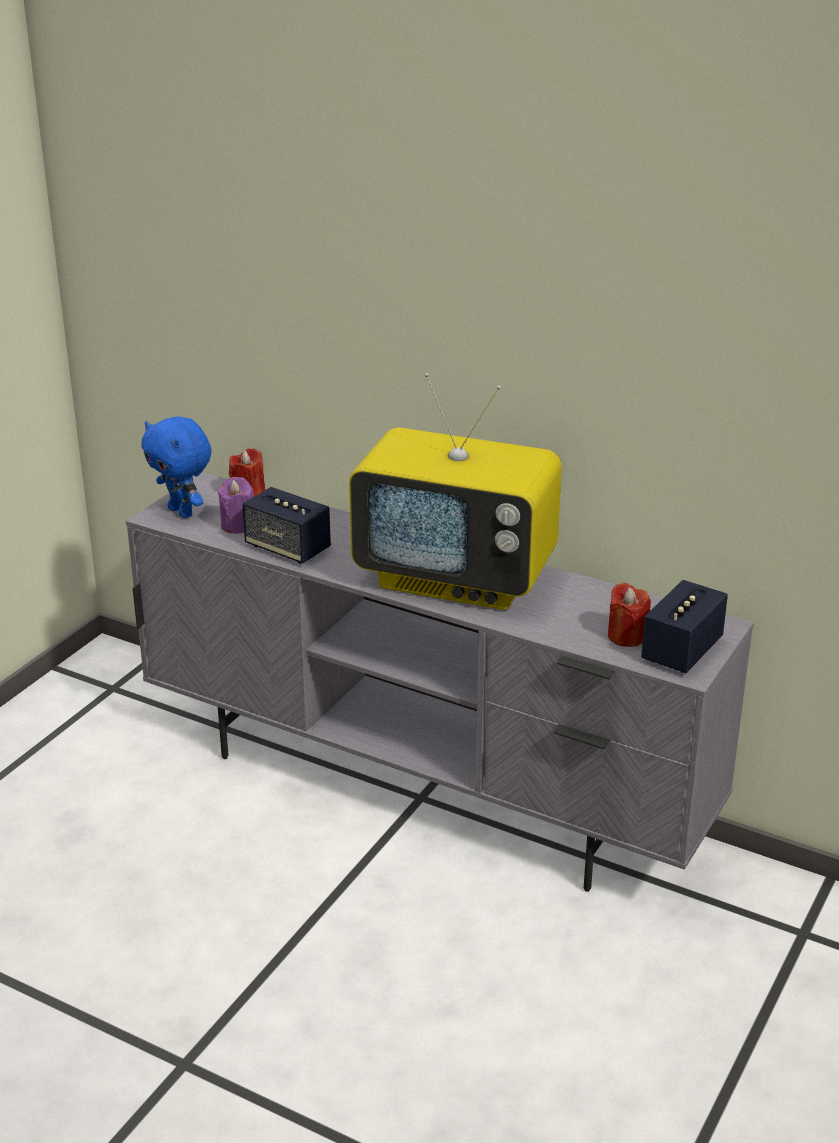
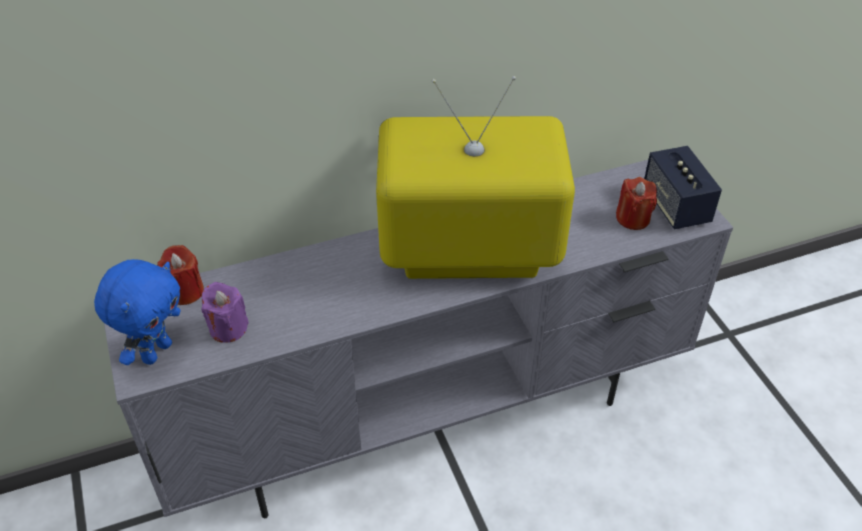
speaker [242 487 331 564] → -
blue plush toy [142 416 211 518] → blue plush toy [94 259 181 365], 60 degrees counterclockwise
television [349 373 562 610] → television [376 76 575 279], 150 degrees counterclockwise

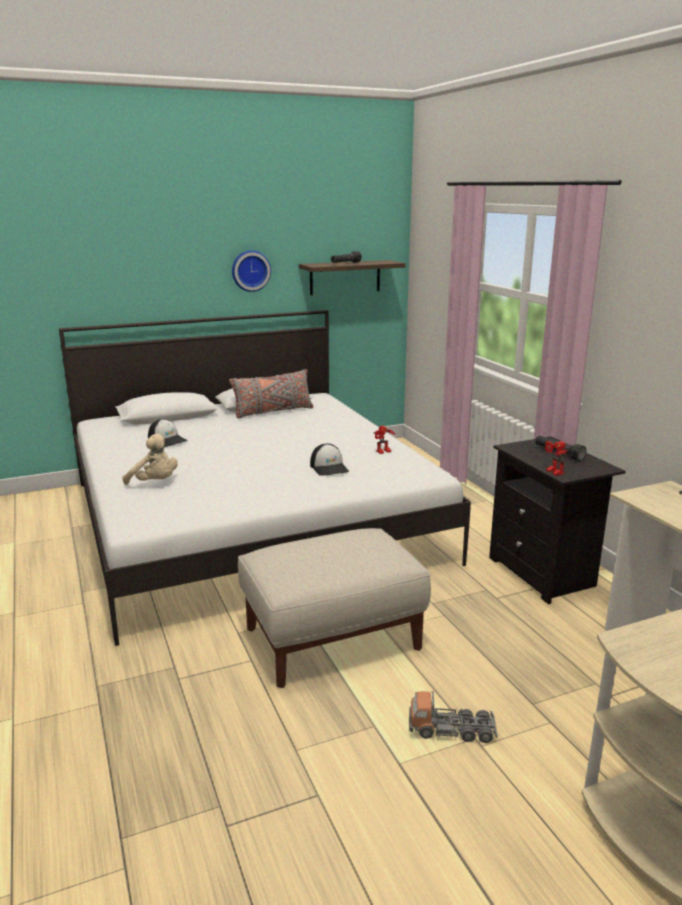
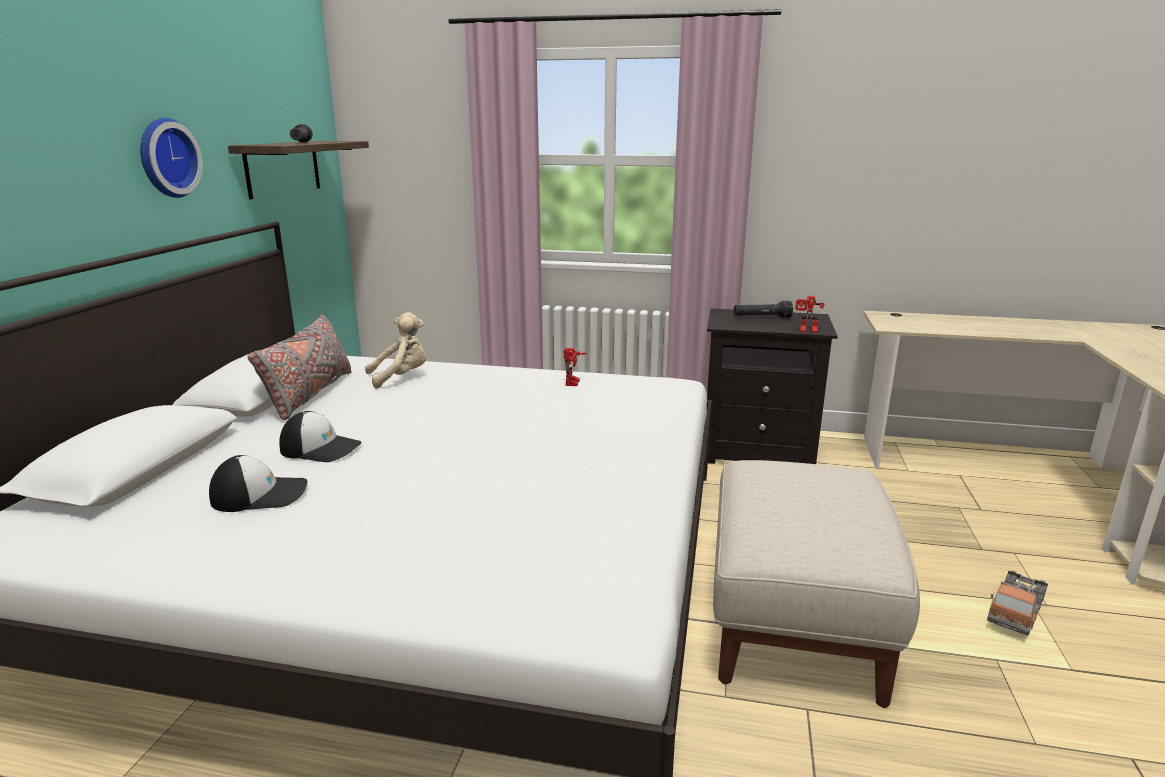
beige plush toy [122 434 178 485] → beige plush toy [365 312 426 389], shifted
cap [310 444 349 476] → cap [279 411 361 462], shifted

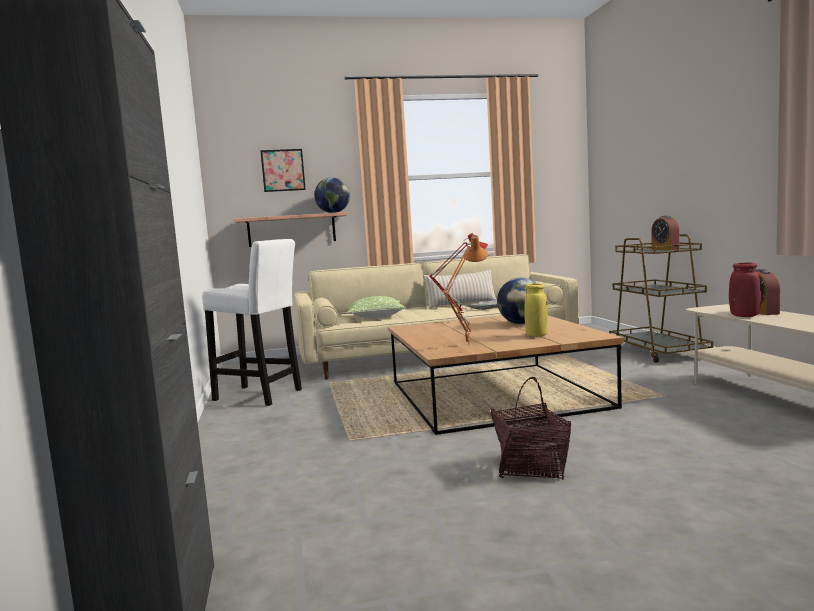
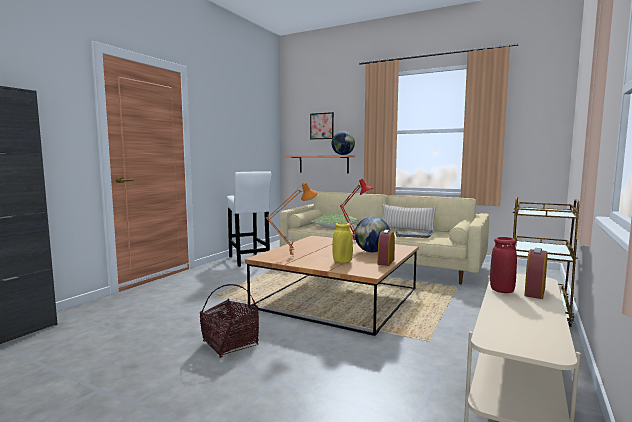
alarm clock [651 215 680 250] → alarm clock [378 230 395 266], shifted

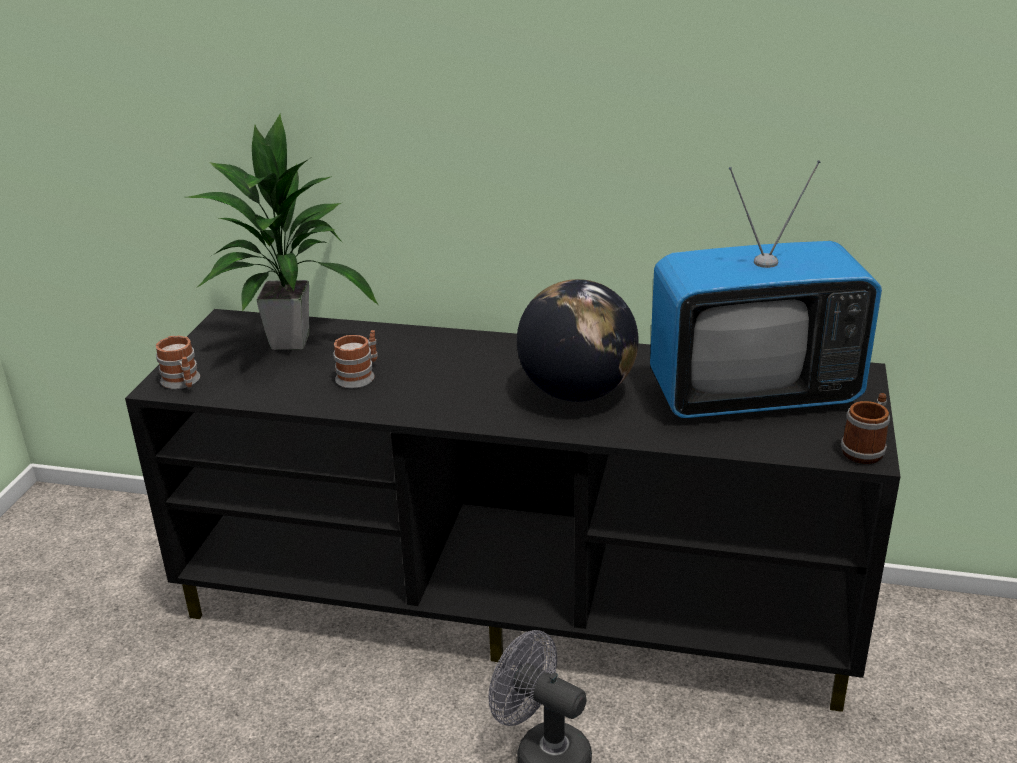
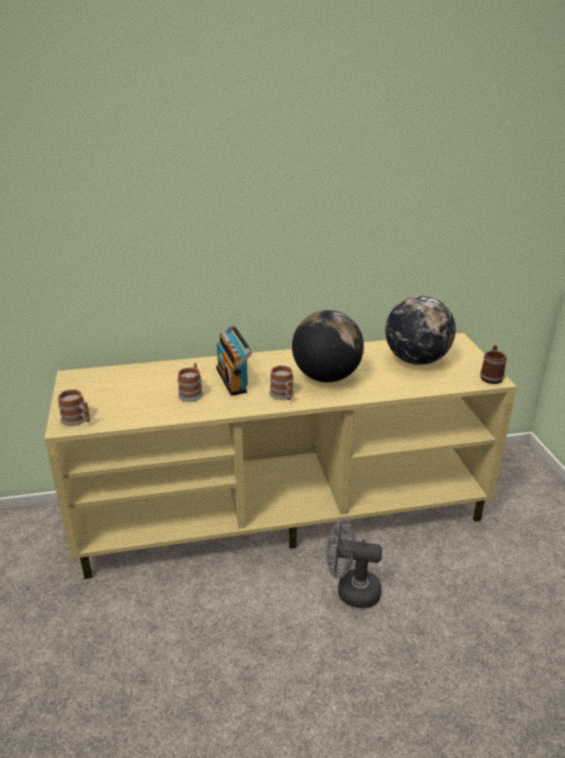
potted plant [187 113 378 350] → -
- → radio [216 325 252 396]
- → mug [269 365 294 400]
television [650 160 882 418] → globe [385 296 456 365]
black tv stand [125 309 900 712] → beige tv stand [45 333 517 579]

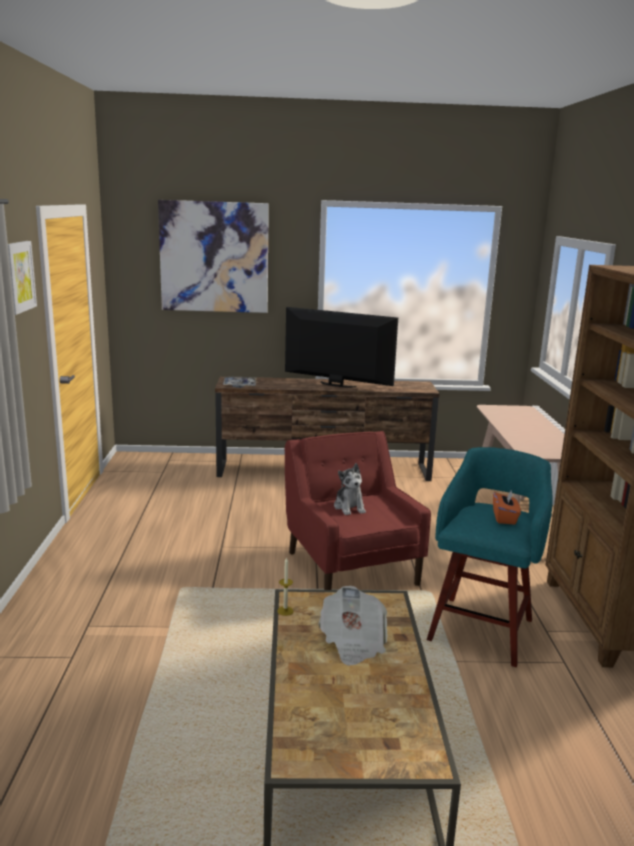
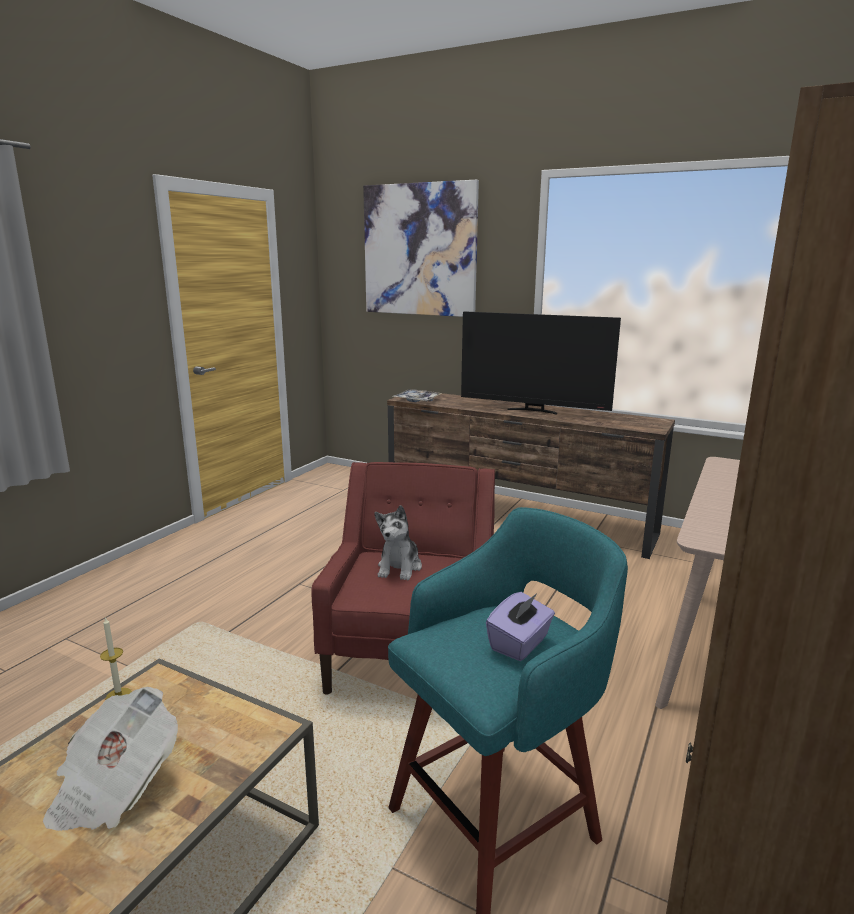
picture [8 241 37 315] → -
orange tissue box [493 489 521 525] → purple tissue box [486 592 555 661]
television [285 307 398 388] → television [461 311 621 415], 150 degrees clockwise

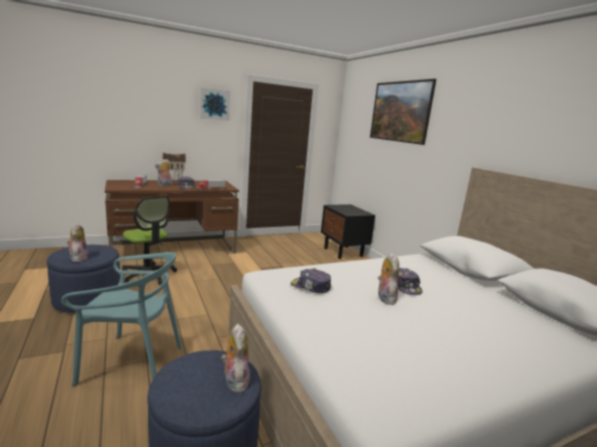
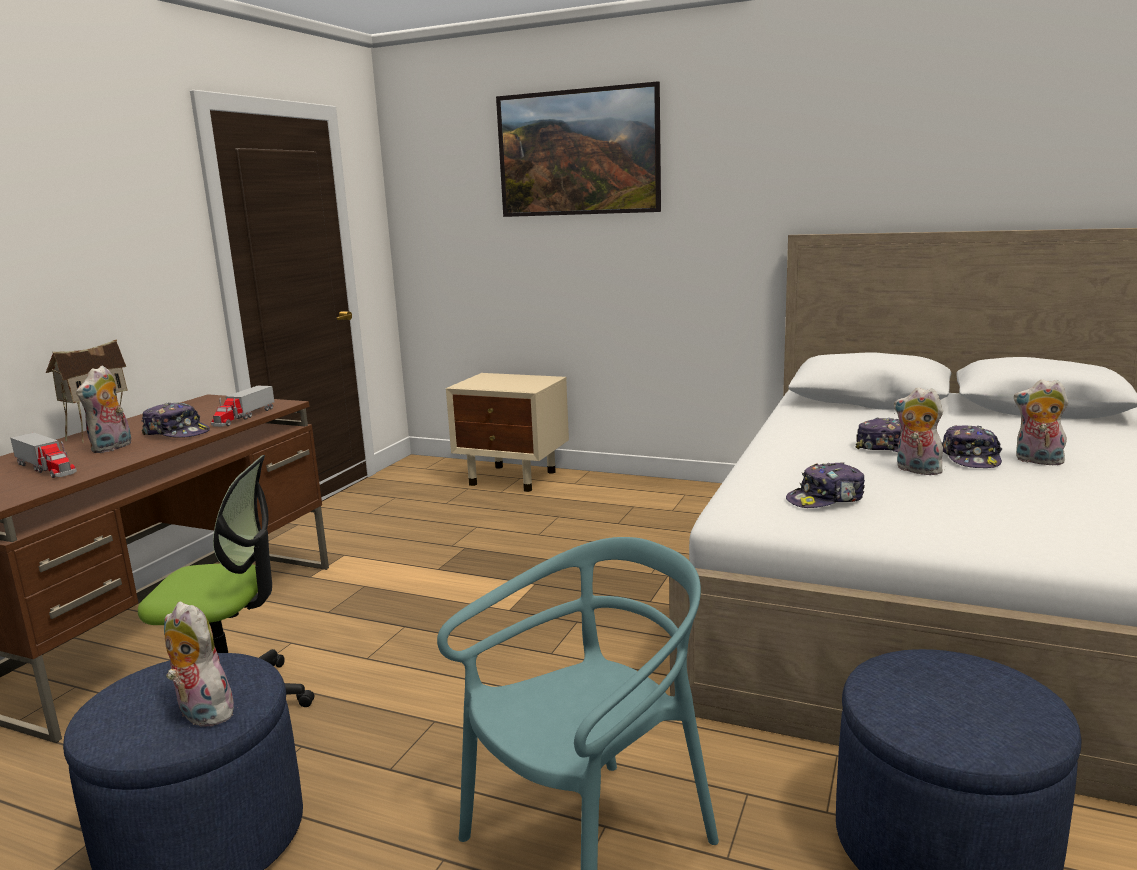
picture [200 88 230 121] → -
- → cap [941 425 1002 468]
plush toy [221 324 250 393] → plush toy [1014 379 1069 465], shifted
black nightstand [321 204 375 259] → beige nightstand [446 373 569 492]

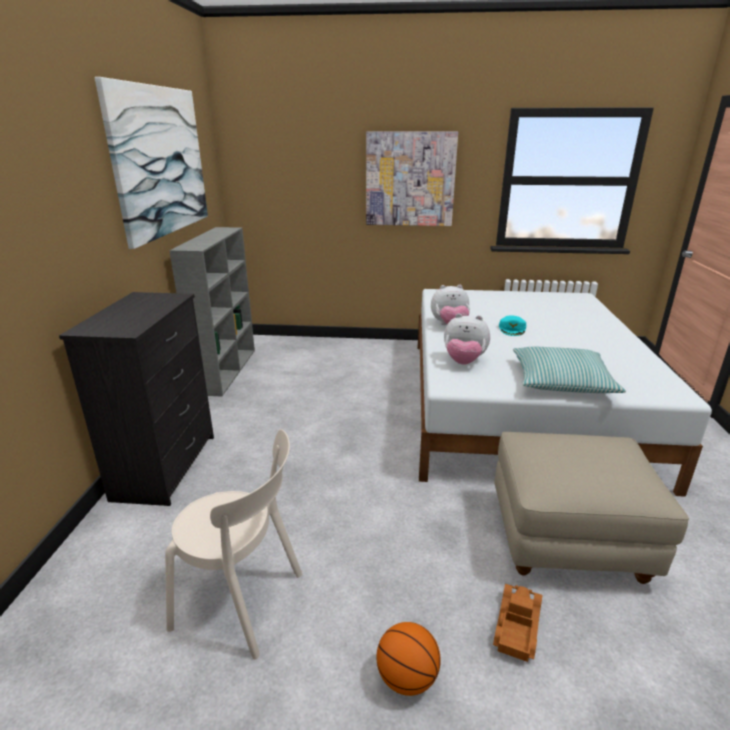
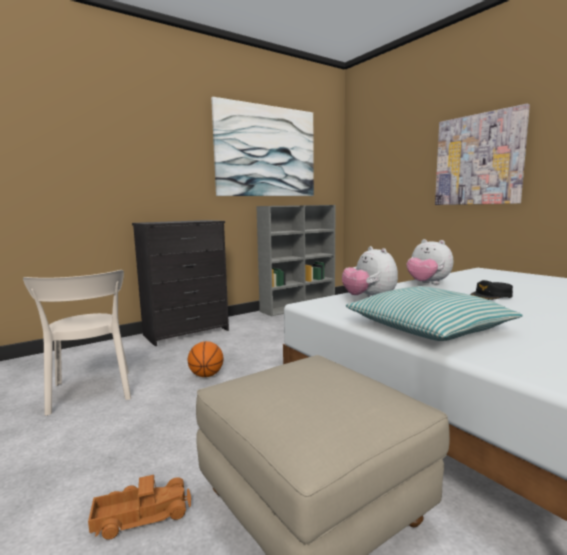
basketball [376 622 441 696] → basketball [188 341 223 377], shifted
turquoise cap [499 316 526 336] → black cap [470 280 513 300]

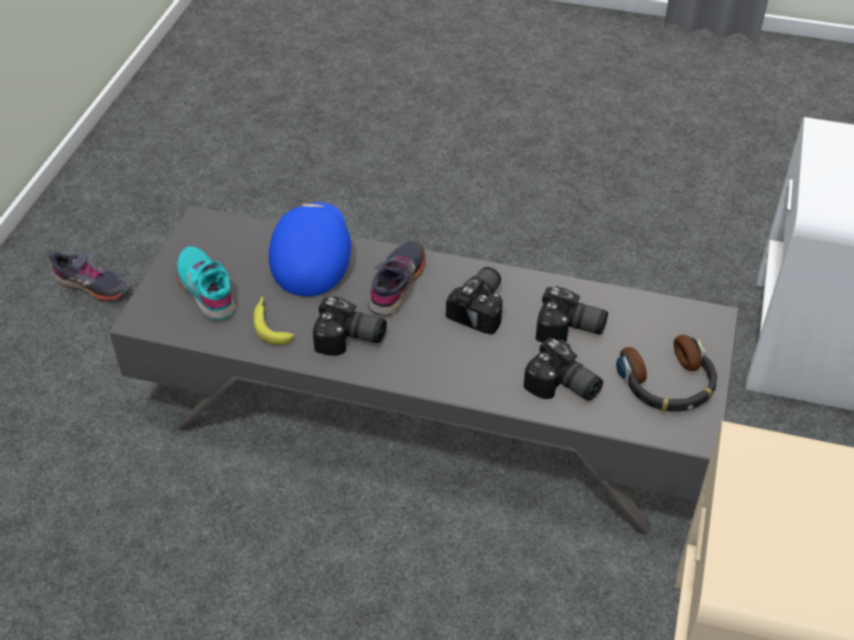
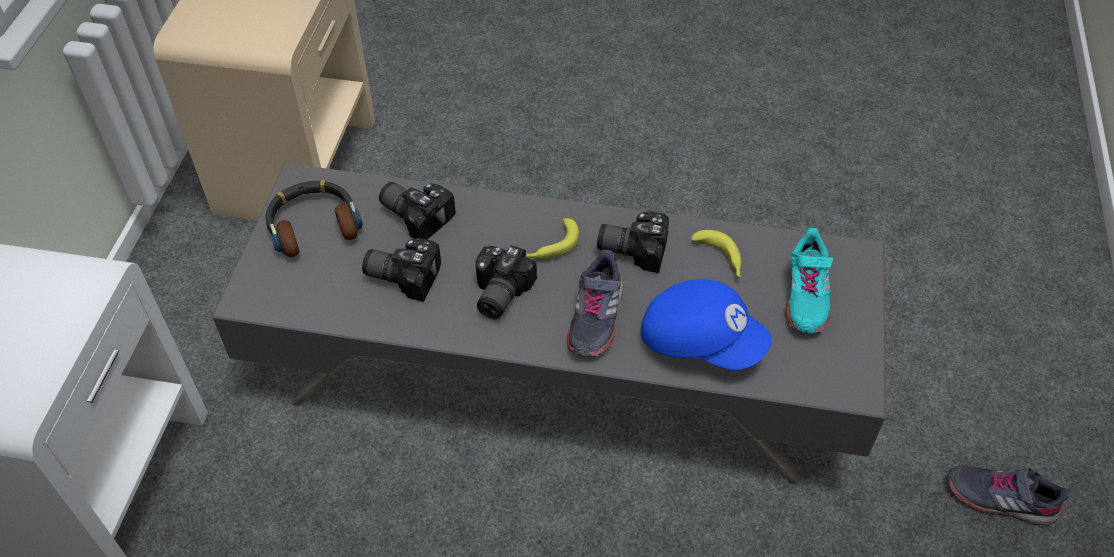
- → banana [526 218 579 259]
turquoise shoe [176 247 235 320] → turquoise shoe [785 228 833 334], 45 degrees clockwise
blue cap [269 202 351 297] → blue cap [641 279 771 370], 60 degrees counterclockwise

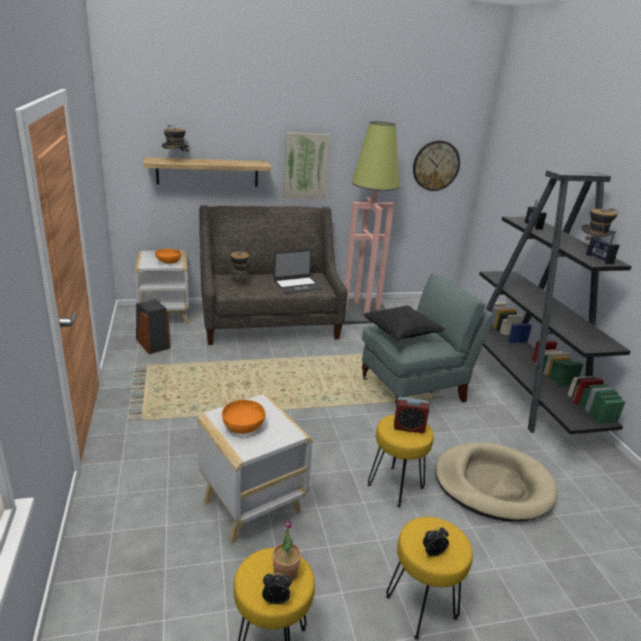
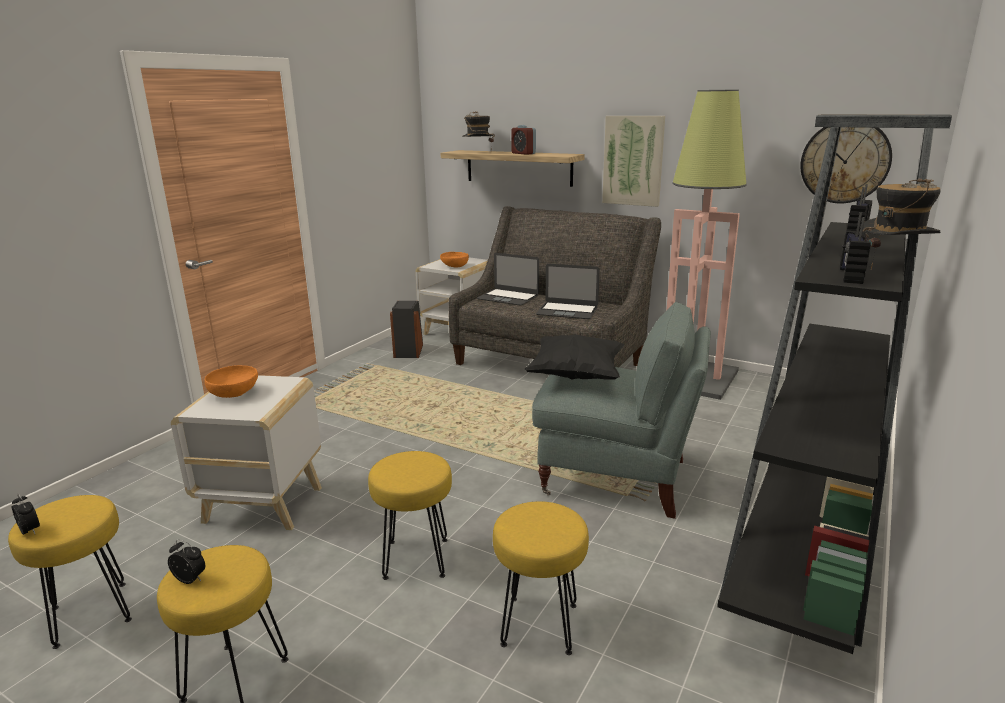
potted plant [272 520 301 582] → -
alarm clock [394 397 429 433] → alarm clock [511 125 536 155], shifted
hat [227 250 252 286] → laptop [477 253 539 306]
beige dog bed [435 442 558 522] → yellow stool [493 501 589 655]

